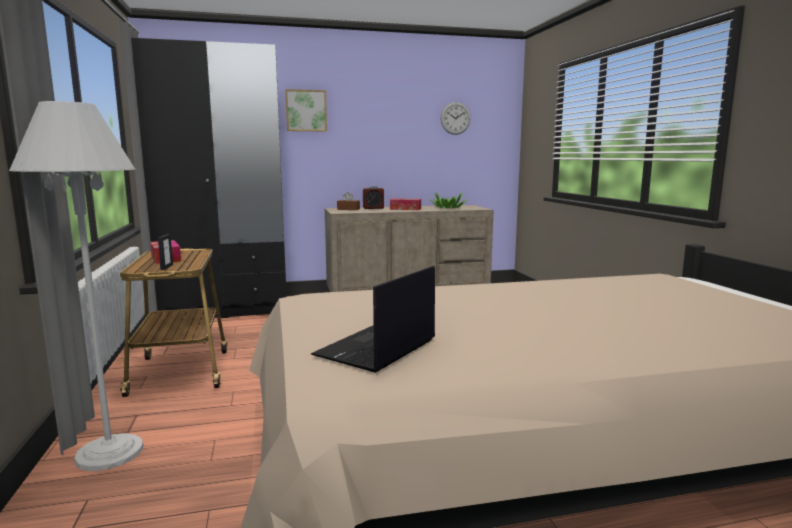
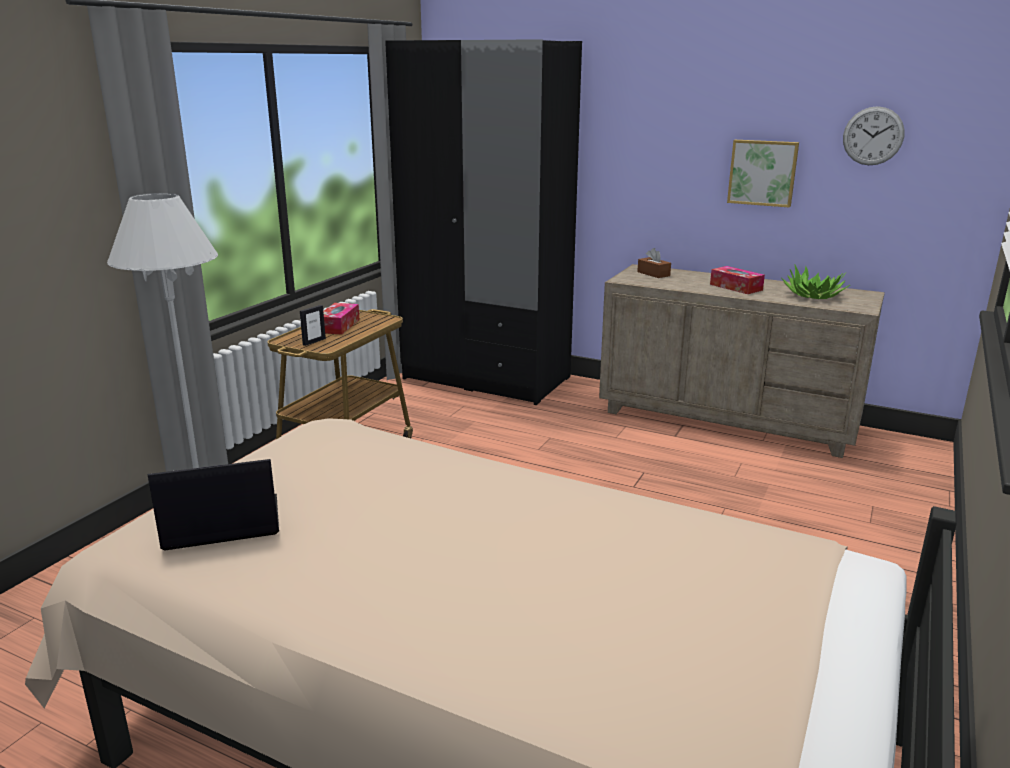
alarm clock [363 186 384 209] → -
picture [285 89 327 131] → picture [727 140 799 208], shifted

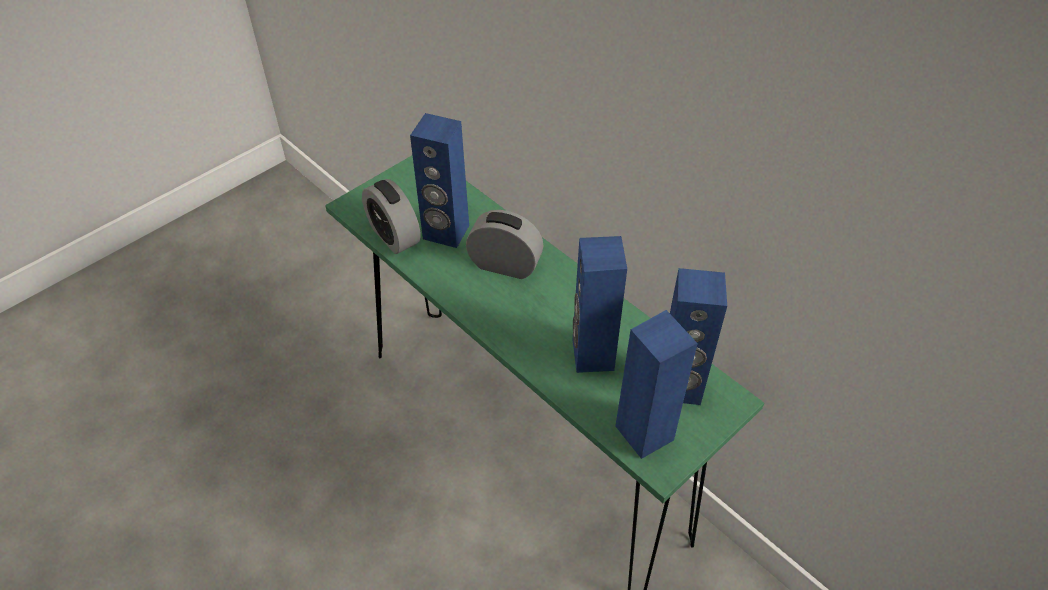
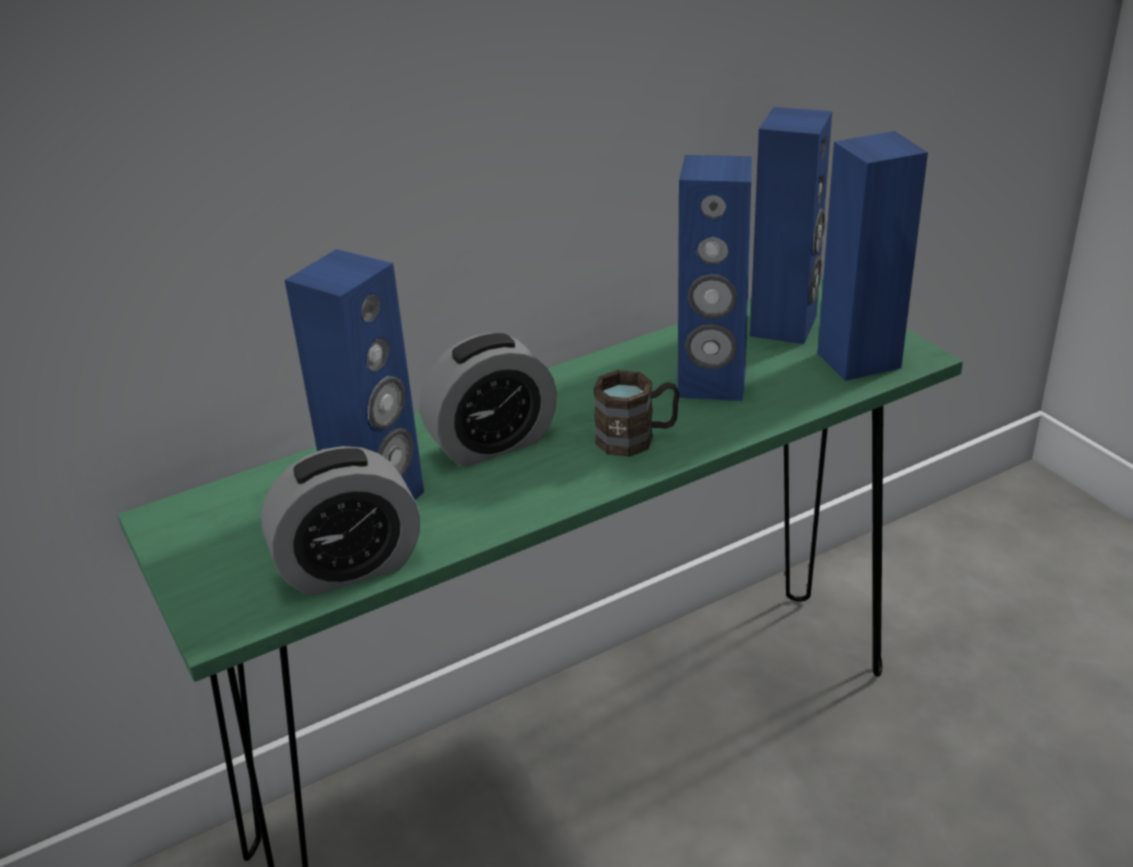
- → brown mug [593 370 679 457]
alarm clock [466 210 544 279] → alarm clock [419 333 557 467], 150 degrees counterclockwise

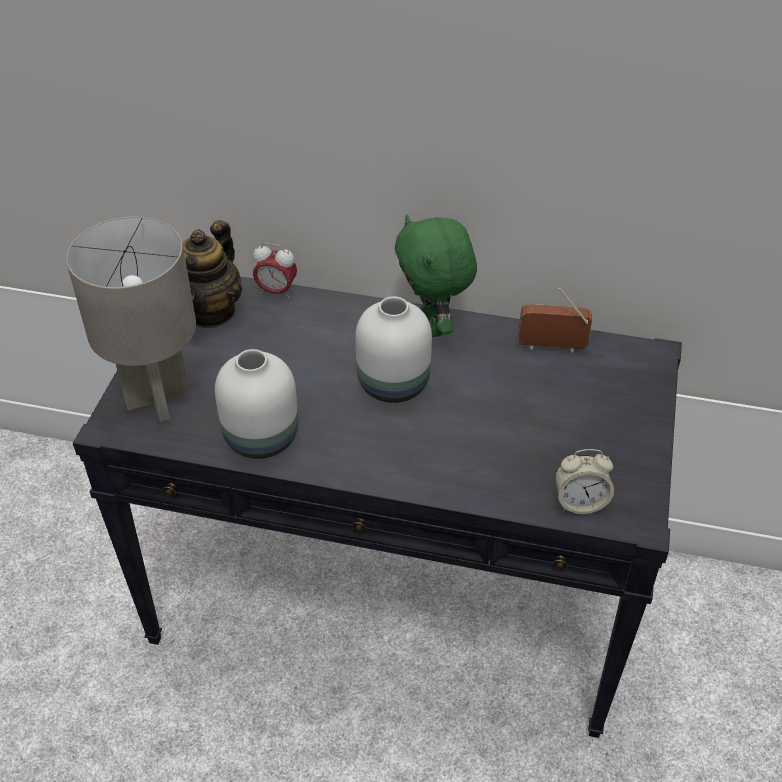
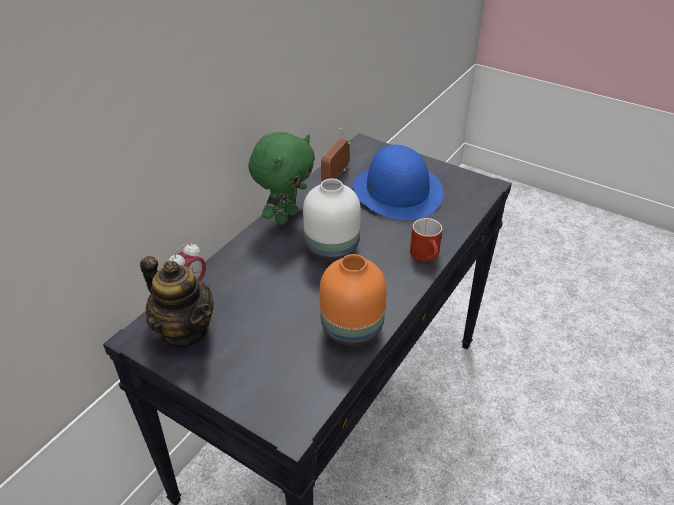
grey table lamp [66 216 196 422] → -
alarm clock [555 449 614 514] → -
- → blue hat [353 145 444 220]
- → red mug [410 218 443 262]
white vase [215 349 298 459] → orange vase [320 254 387 346]
green plush toy [395 215 477 337] → green plush toy [248 132 315 225], 60 degrees counterclockwise

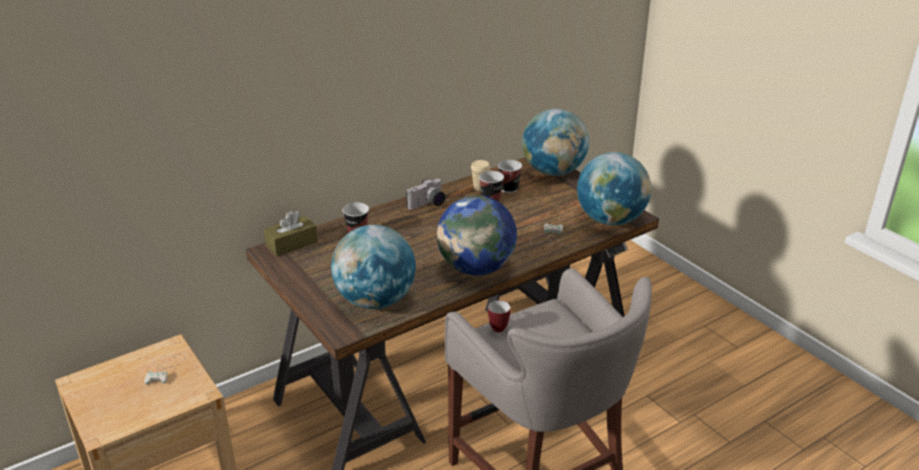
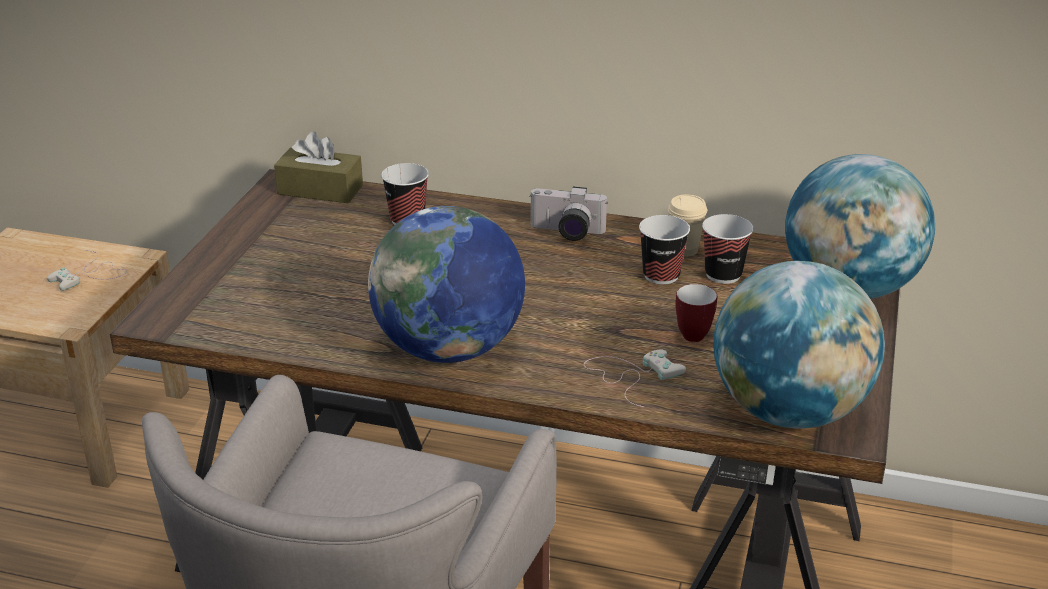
globe [331 225 416 309] → -
mug [488 300 511 332] → mug [675 284 717 342], shifted

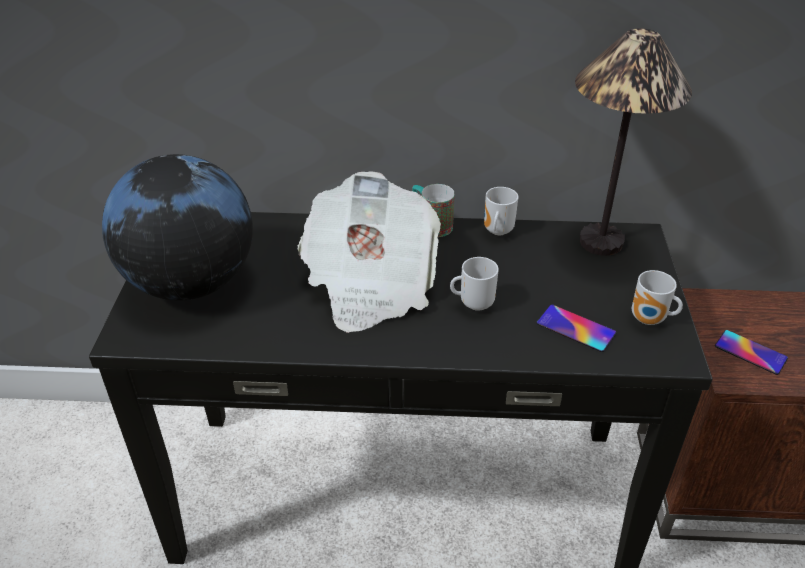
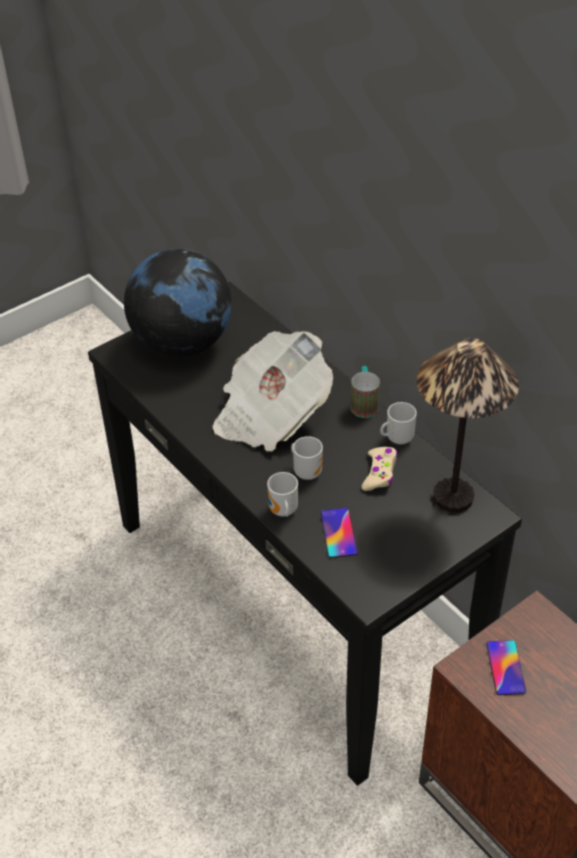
- → beige game controller [362 447 398 491]
mug [632 270 683 325] → mug [267 472 298 517], shifted

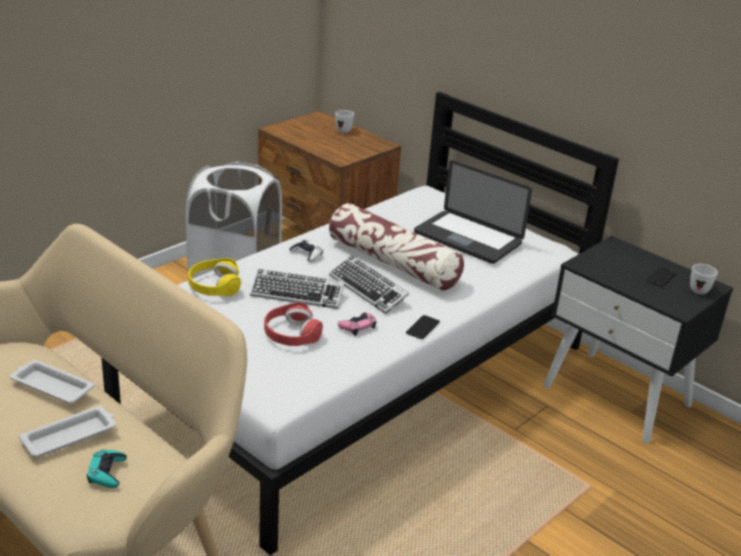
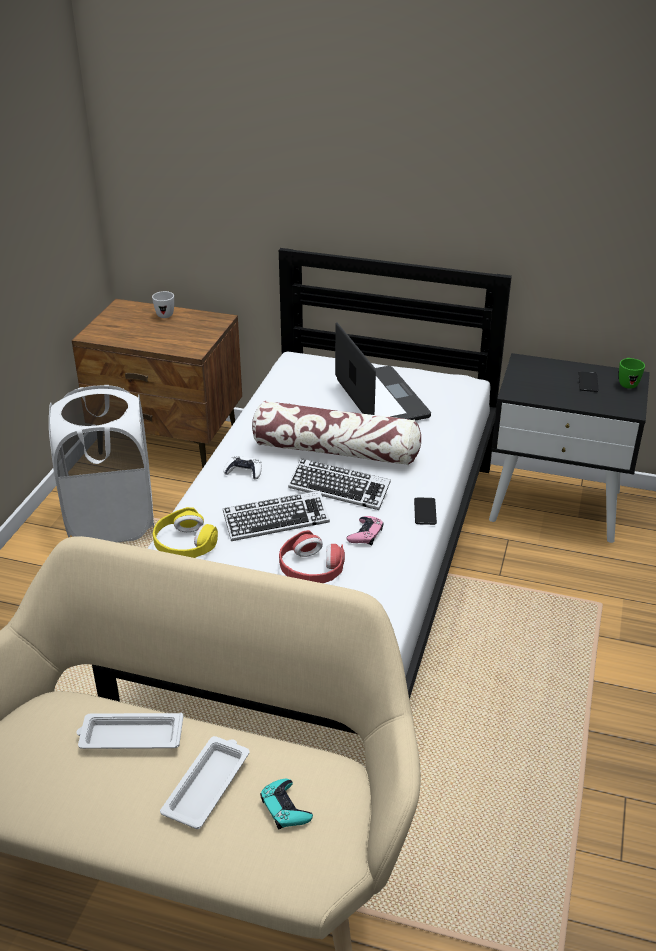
white mug [690 264 718 294] → green mug [619 358 645 389]
laptop [414 160 532 264] → laptop [335 322 431 421], 120 degrees counterclockwise

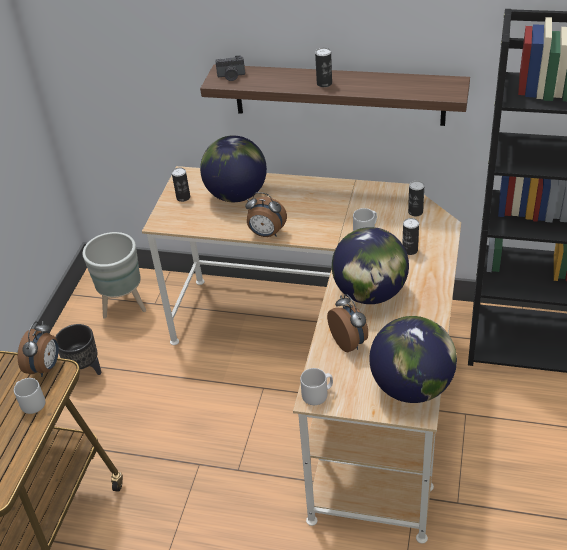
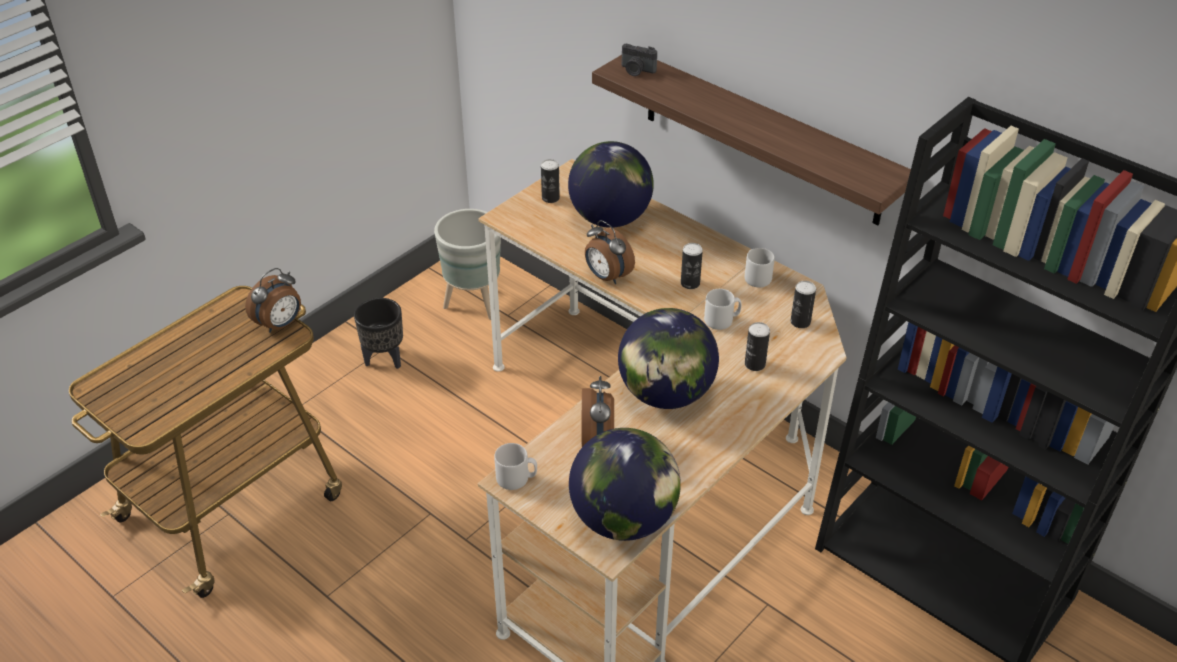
grey mug [14 378 45 414] → grey mug [745 248 775 287], shifted
can [315 48 332 87] → can [681 243 703 289], shifted

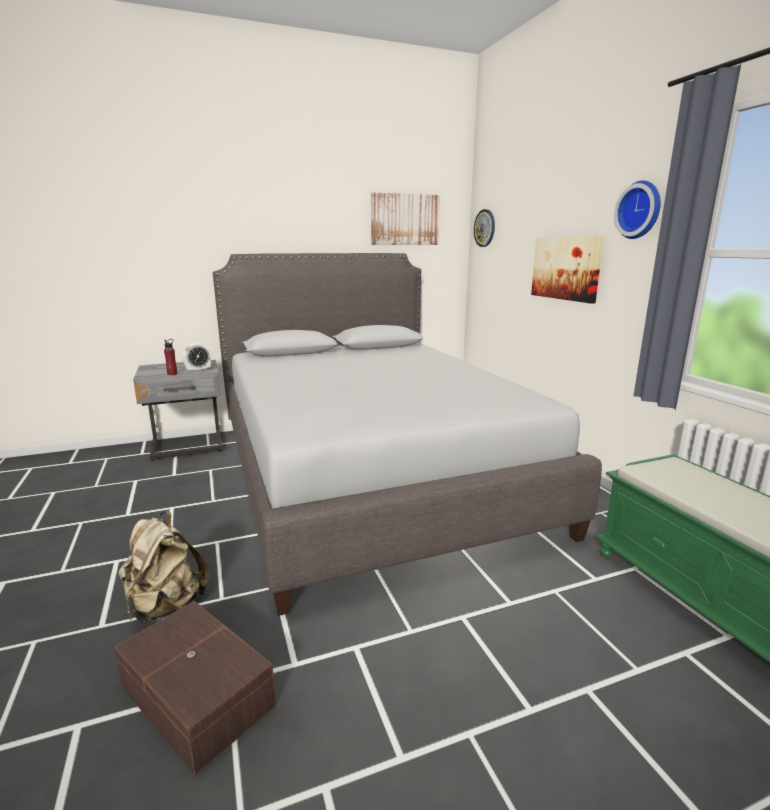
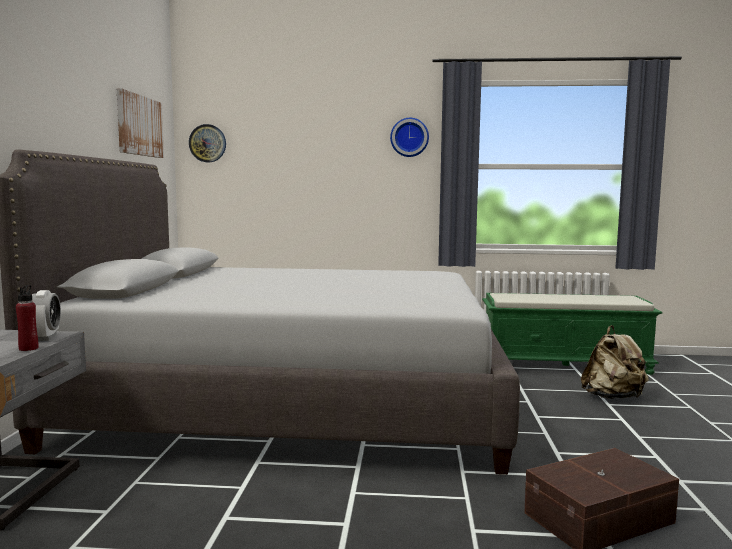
picture [531 236 604 304] → -
beige backpack [119 511 209 624] → beige backpack [581 325 649 399], shifted

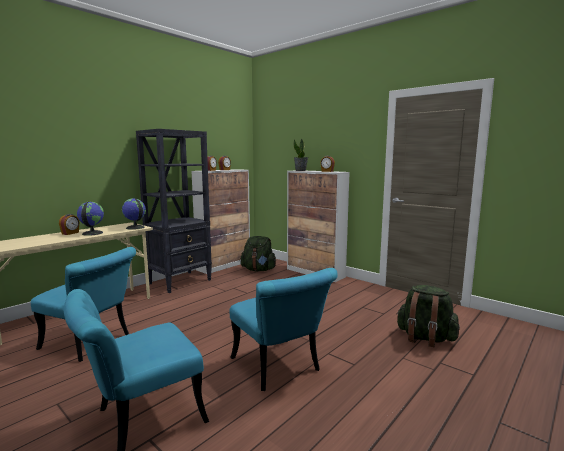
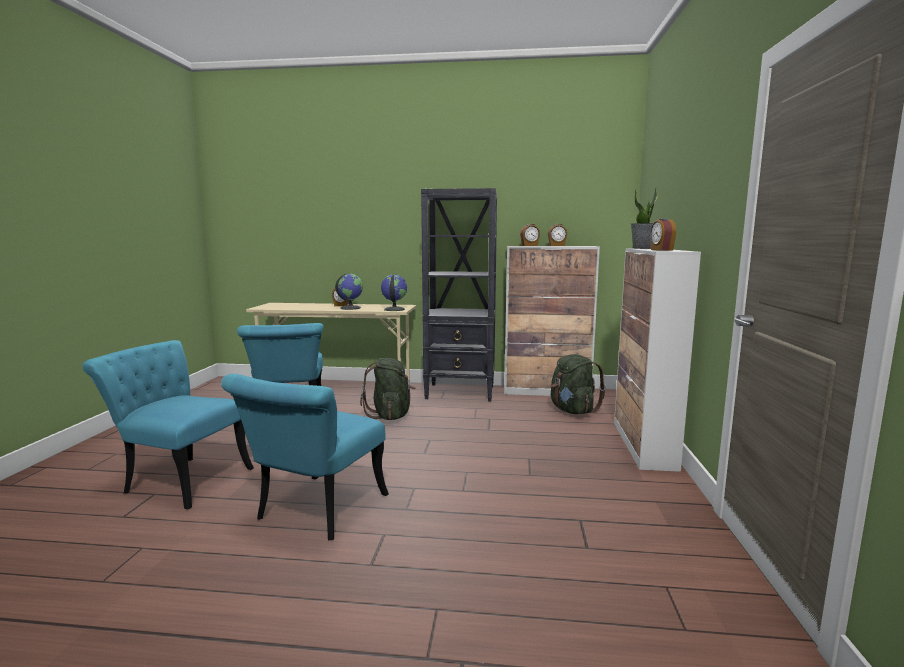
green backpack [396 285 460 347] → green backpack [360 358 415 420], shifted

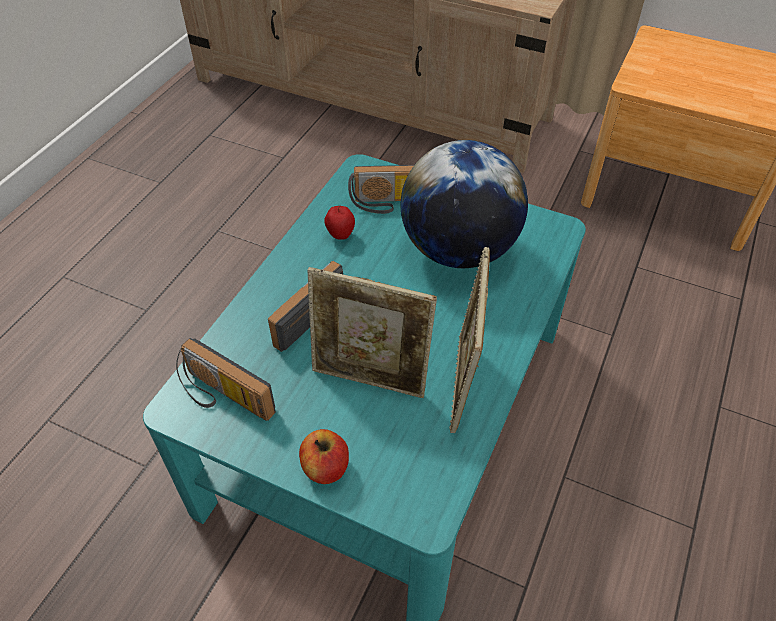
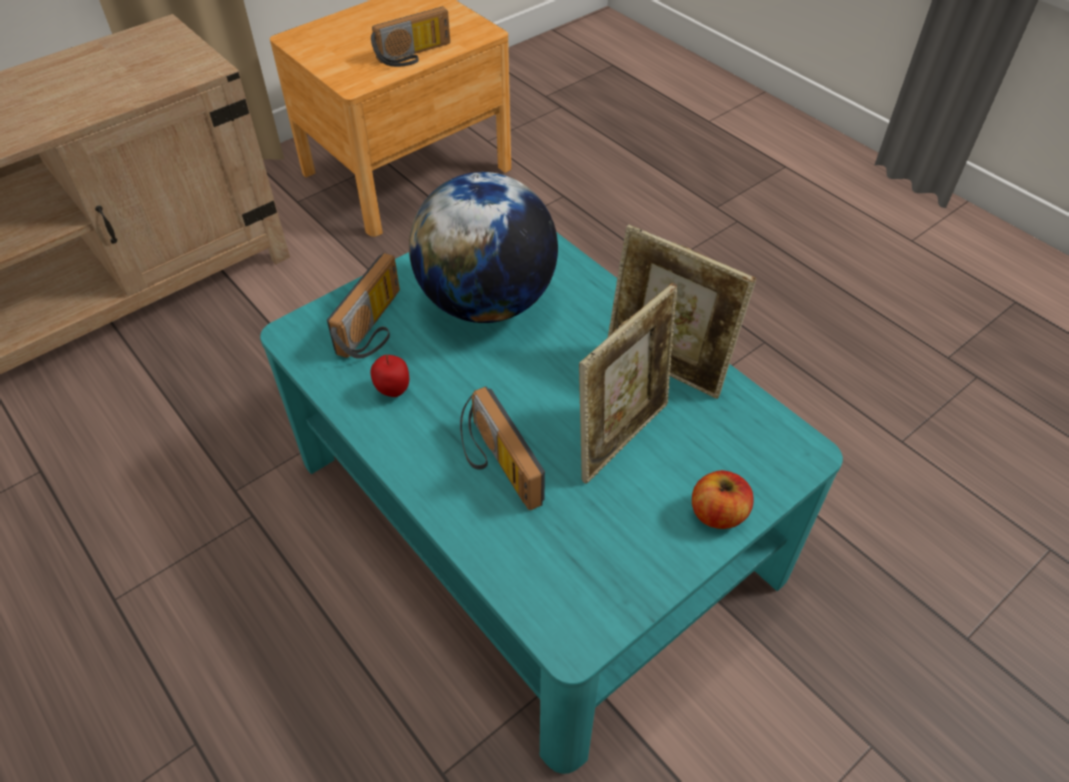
radio [176 338 276 421] → radio [371 7 450 67], shifted

